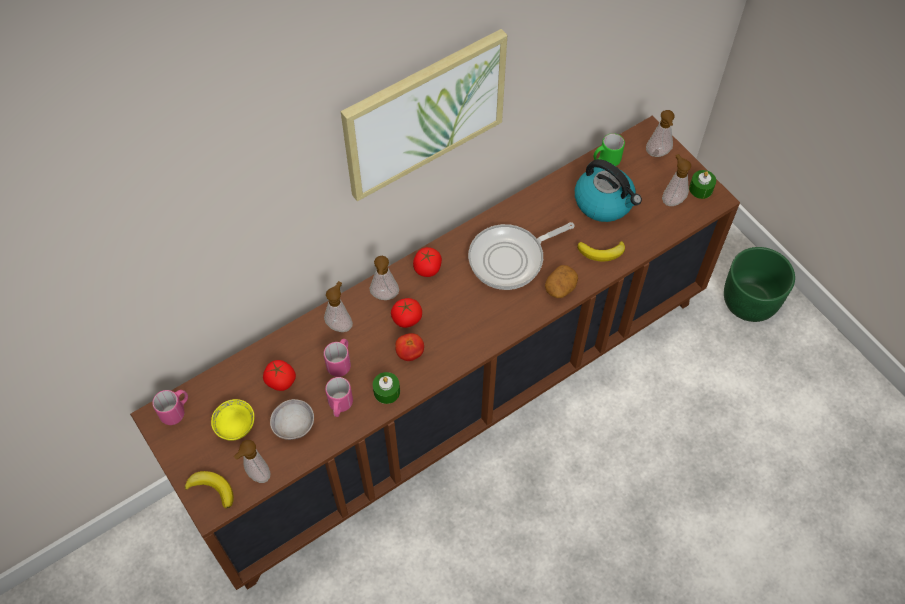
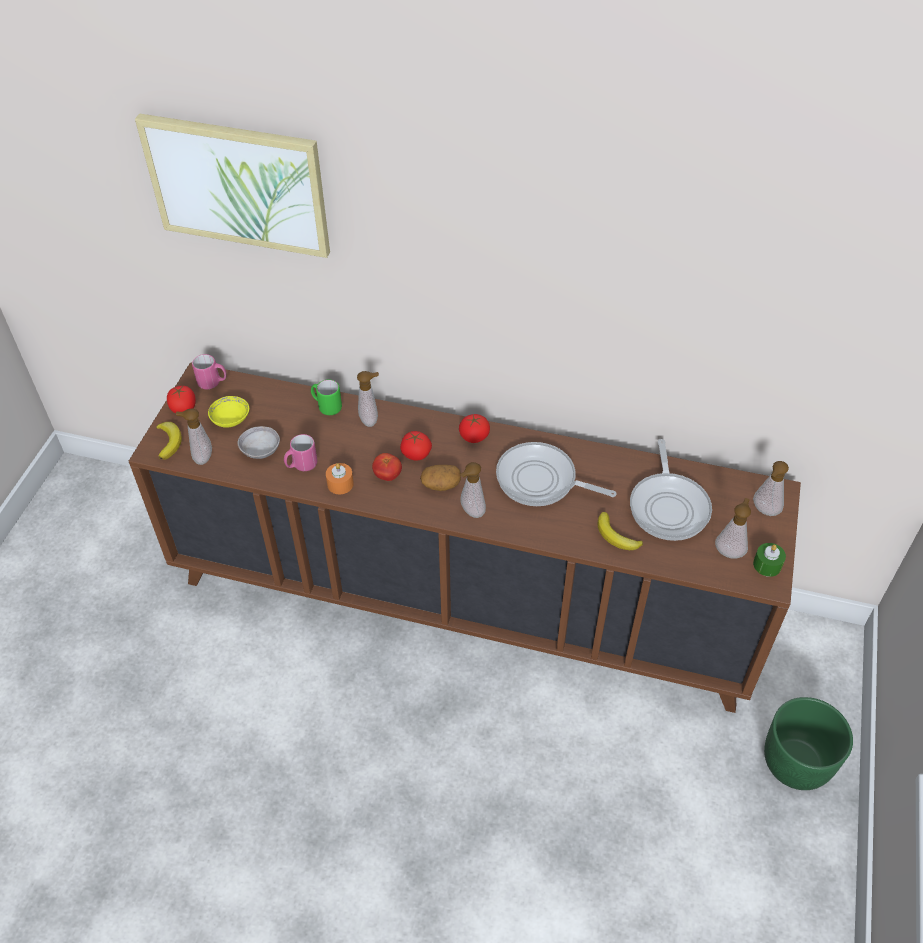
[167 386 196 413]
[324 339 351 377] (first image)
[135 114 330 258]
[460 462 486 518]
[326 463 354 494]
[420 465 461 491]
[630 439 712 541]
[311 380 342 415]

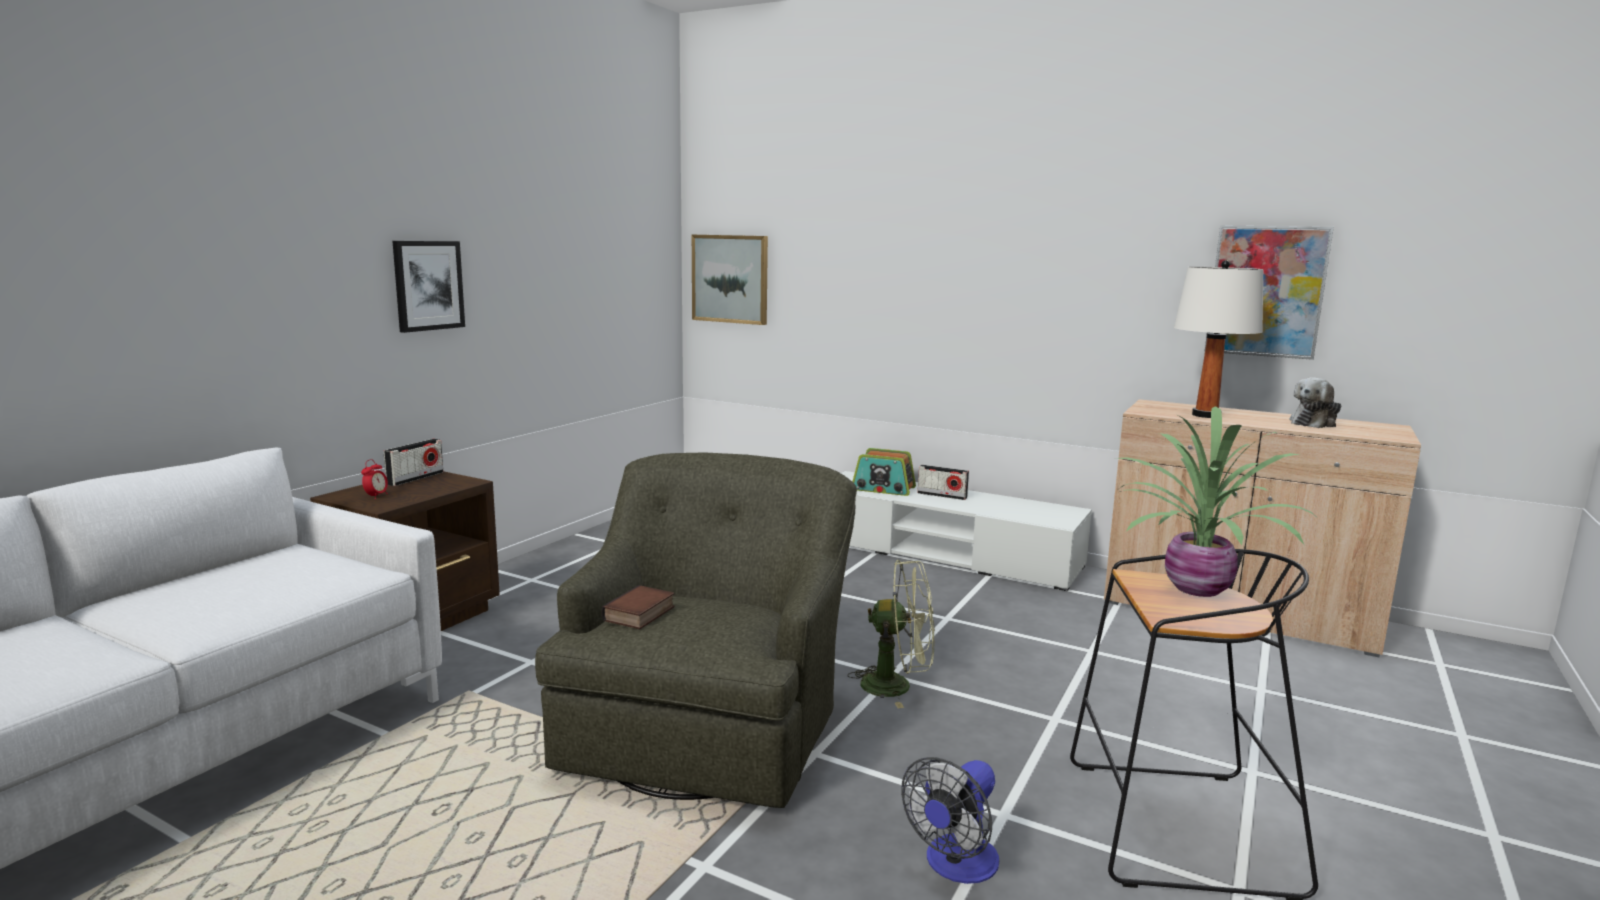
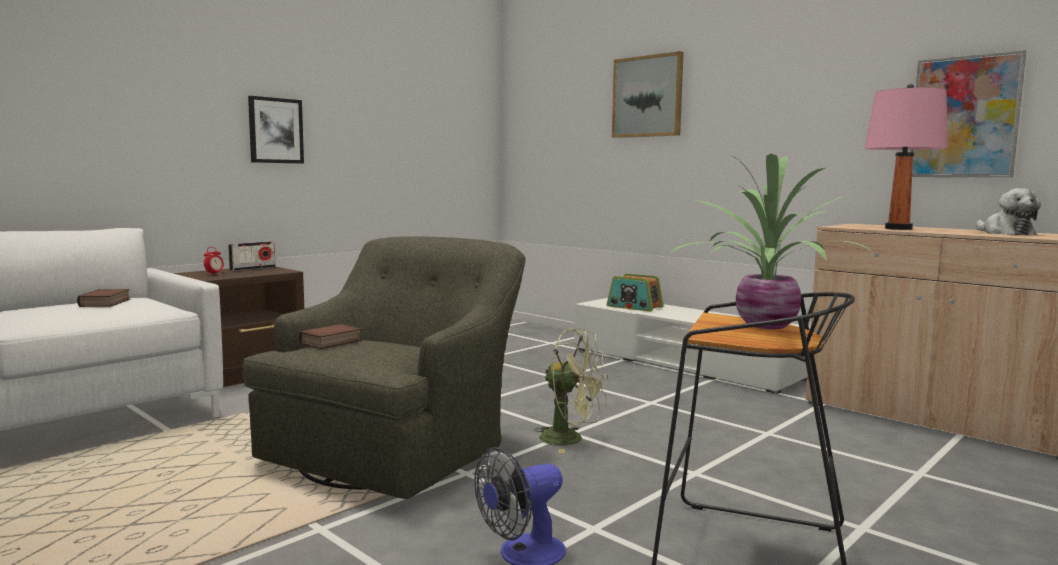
[612 51 684 138]
[917 465 969 500] (first image)
[864 84 948 230]
[976 188 1041 235]
[77 289 130 307]

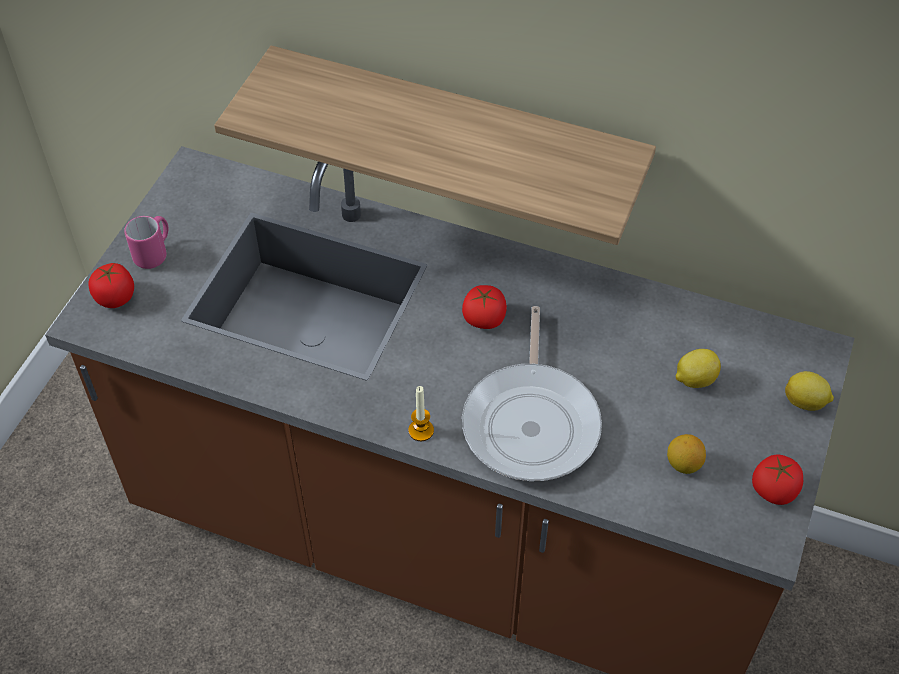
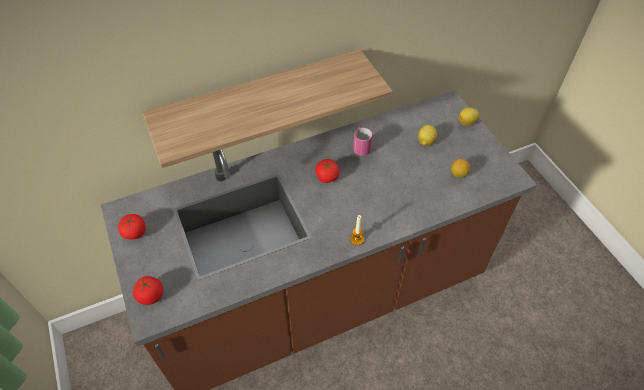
[353 127 373 156]
[462 306 602 481] (first image)
[118 214 146 239]

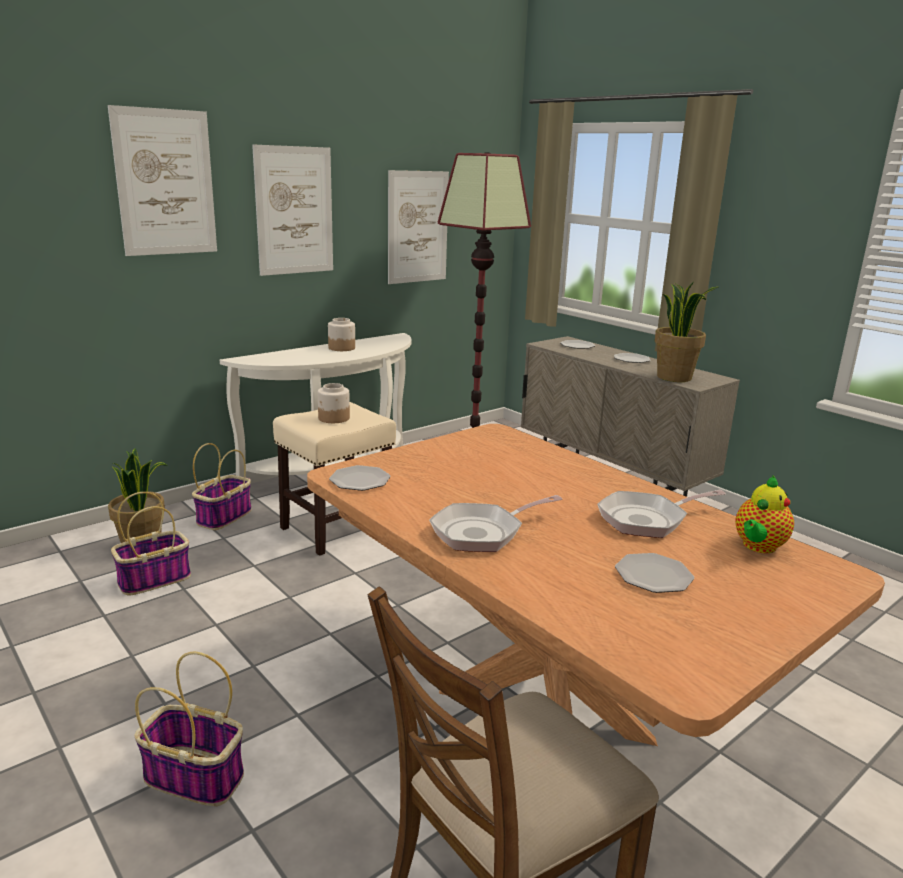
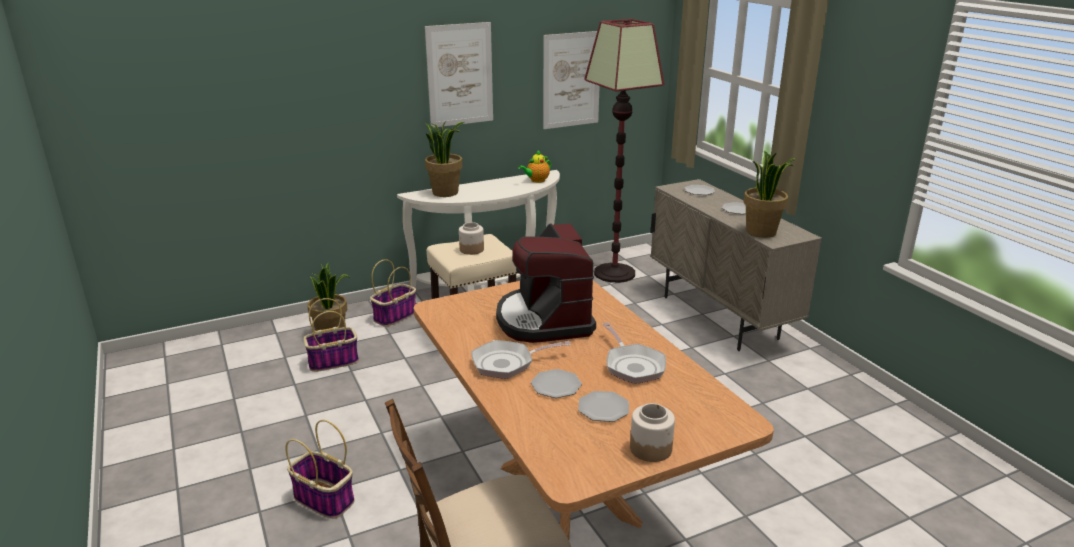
[108 105 217 256] (first image)
[630 403 675 462]
[531 369 582 398]
[602 323 666 384]
[518 149 551 183]
[425 121 465 197]
[496 223 596 343]

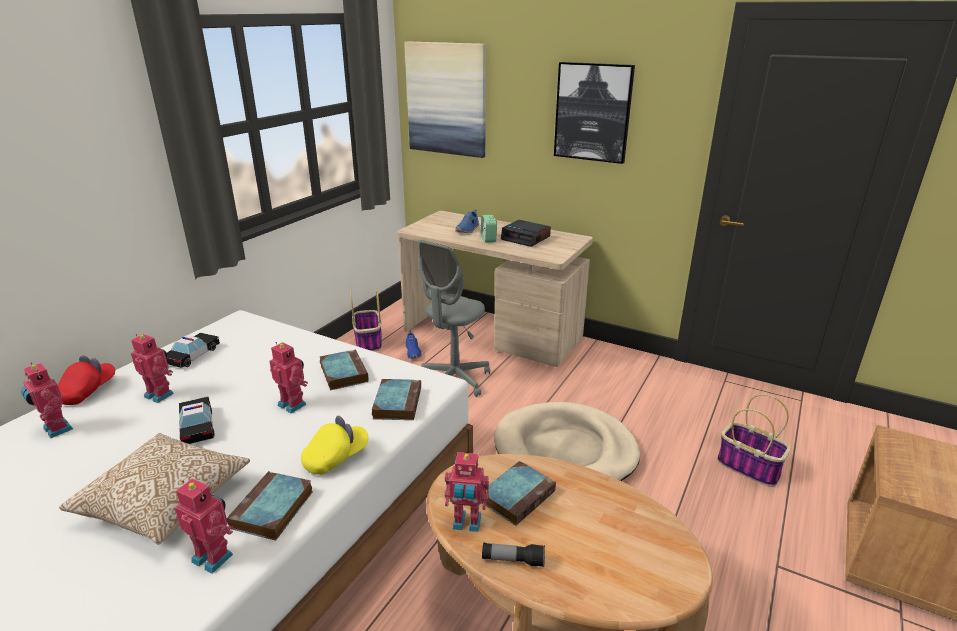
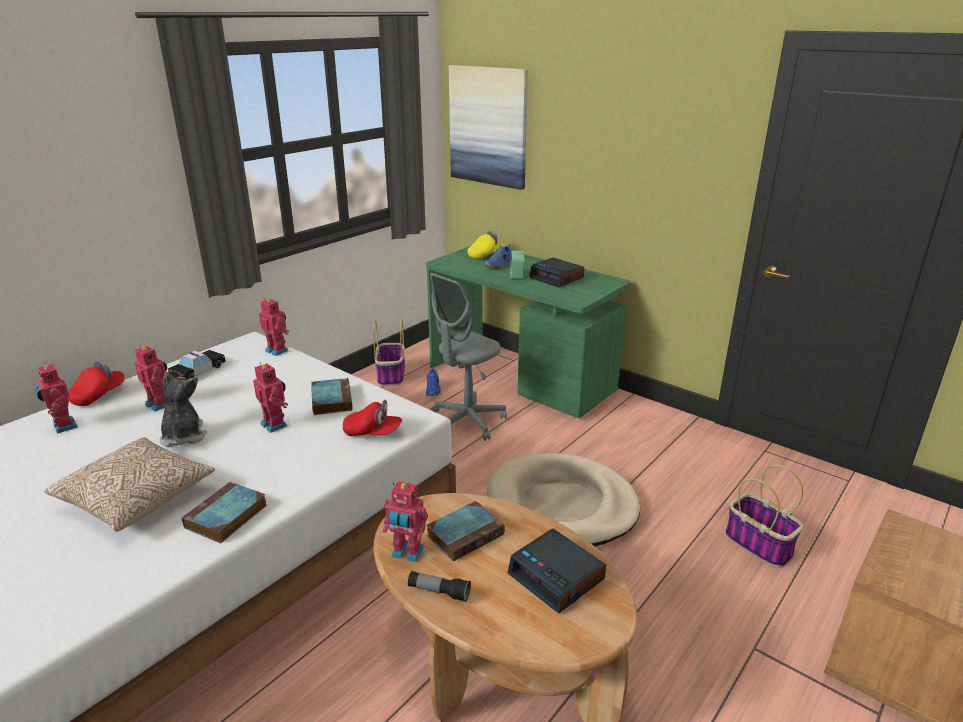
[259 298 289 356]
[160 372 207 447]
[467 231 505 259]
[343 400 402 436]
[426 246 631 418]
[554 62 635 164] (first image)
[507 528 606 614]

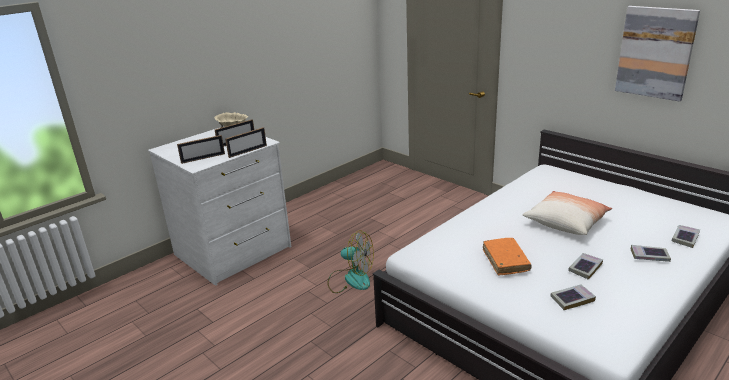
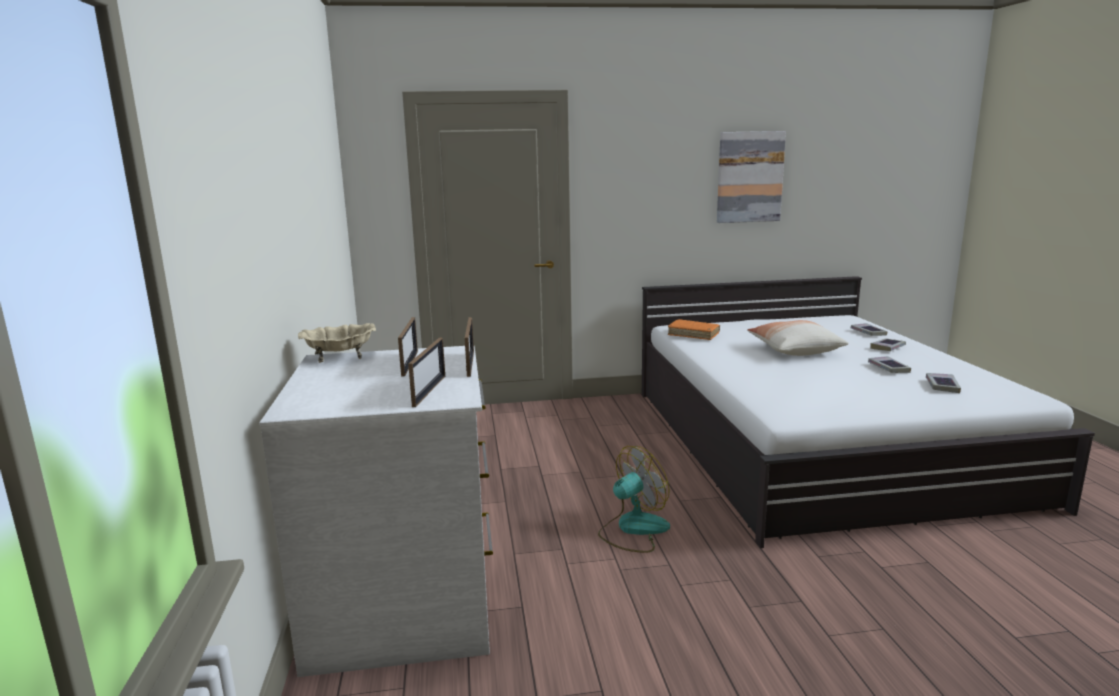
[668 319 720 340]

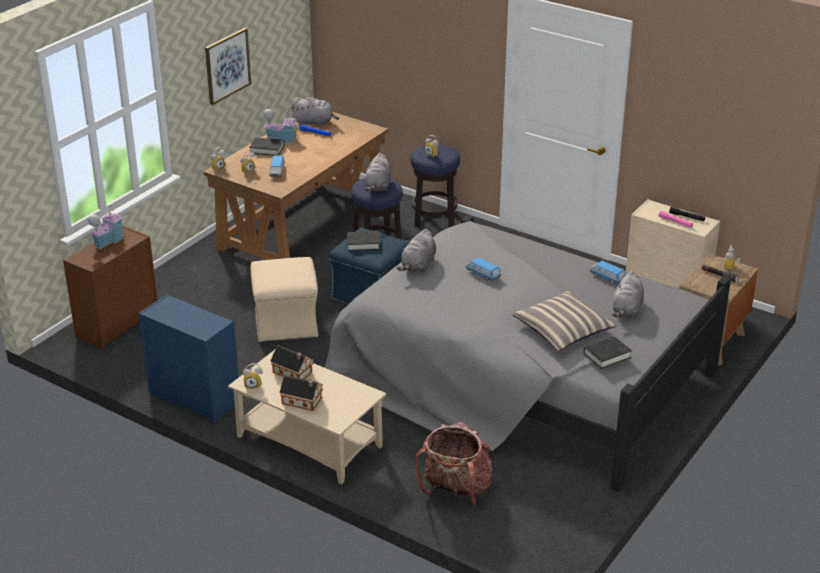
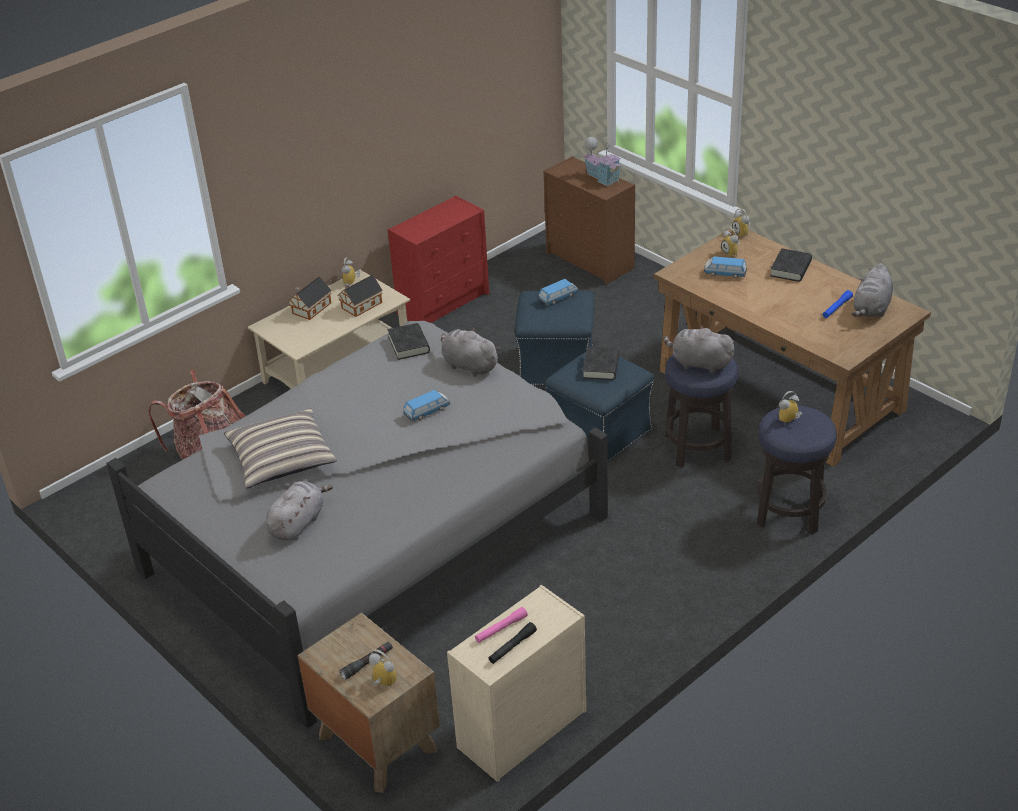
[388 195 489 323]
[205 28 251 105] (first image)
[515 291 594 386]
[263 108 300 144] (first image)
[387 323 430 360]
[538 279 578 305]
[265 481 333 540]

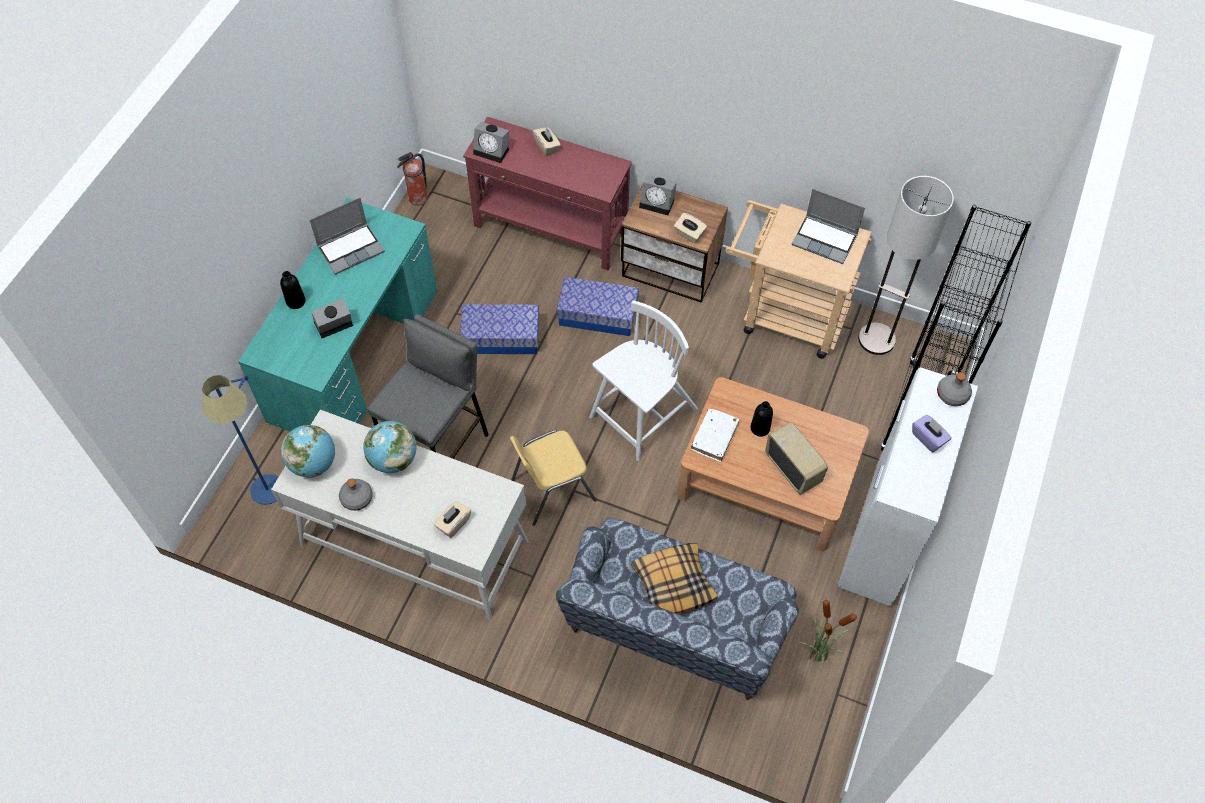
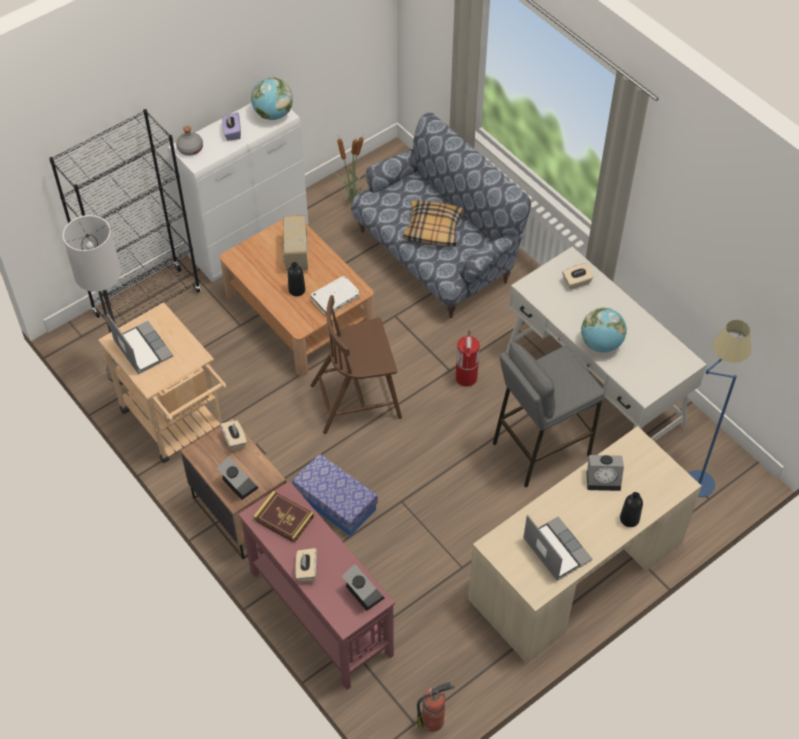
[468 426 702 664]
[251 77 293 120]
[523 514 593 581]
[339 478 373 511] (first image)
[460 304 539 354] (first image)
[456 330 480 387]
[310 295 402 434]
[253 491 314 543]

